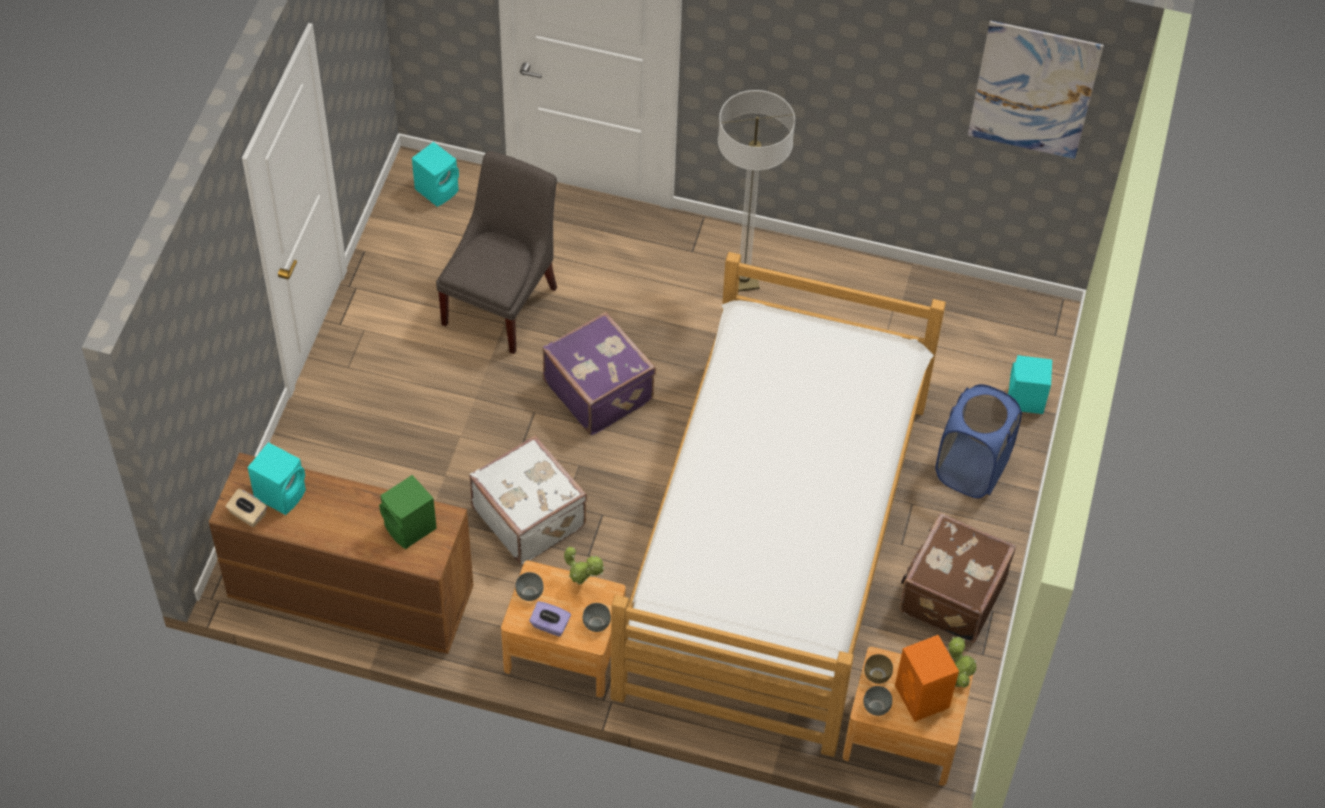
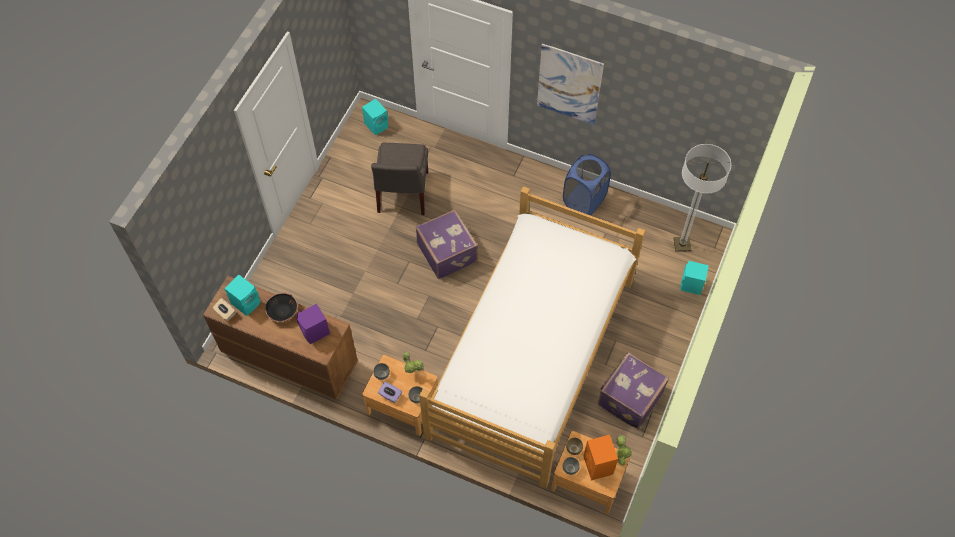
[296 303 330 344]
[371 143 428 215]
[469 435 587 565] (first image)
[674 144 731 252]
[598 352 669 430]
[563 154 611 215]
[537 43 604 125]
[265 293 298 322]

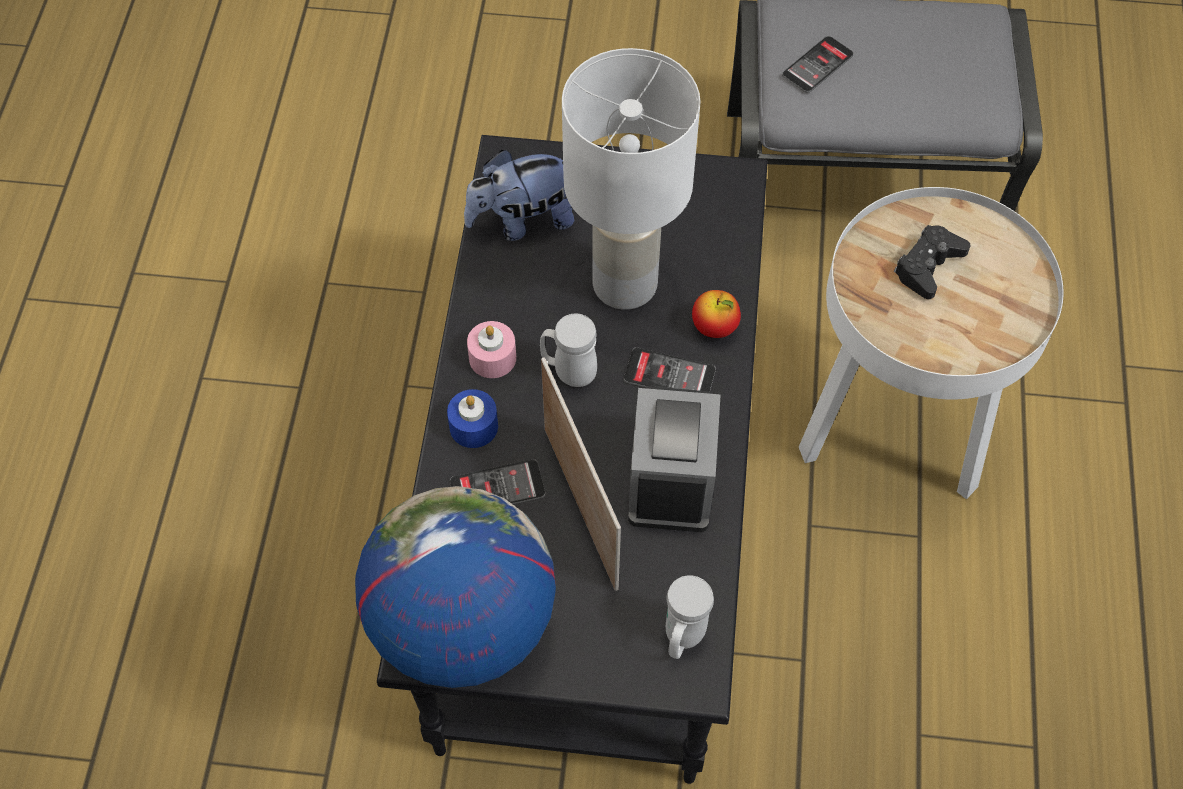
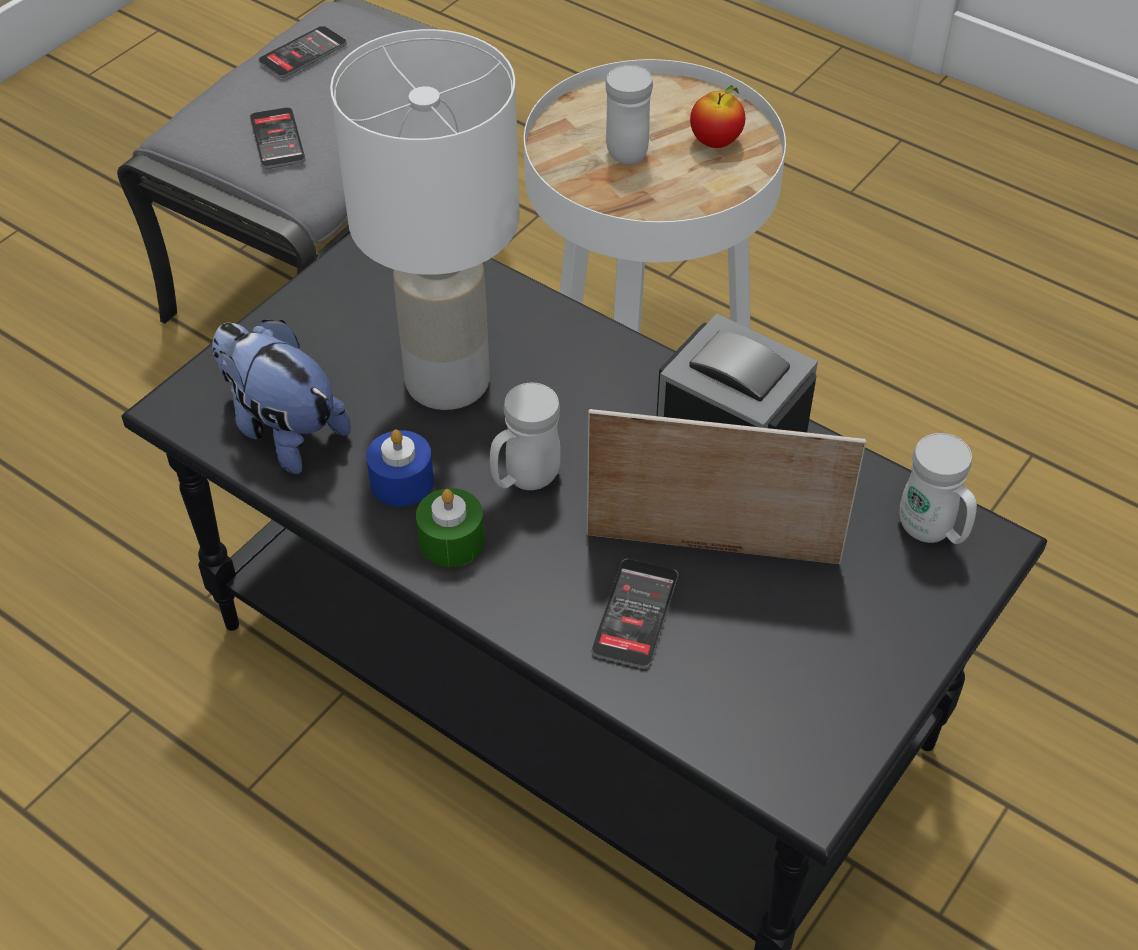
[355 486 556 688] (first image)
[366 429 434 507]
[212 320 351 474]
[416 488 484 567]
[259 26 347 78]
[690 85 745 148]
[605 65 653 165]

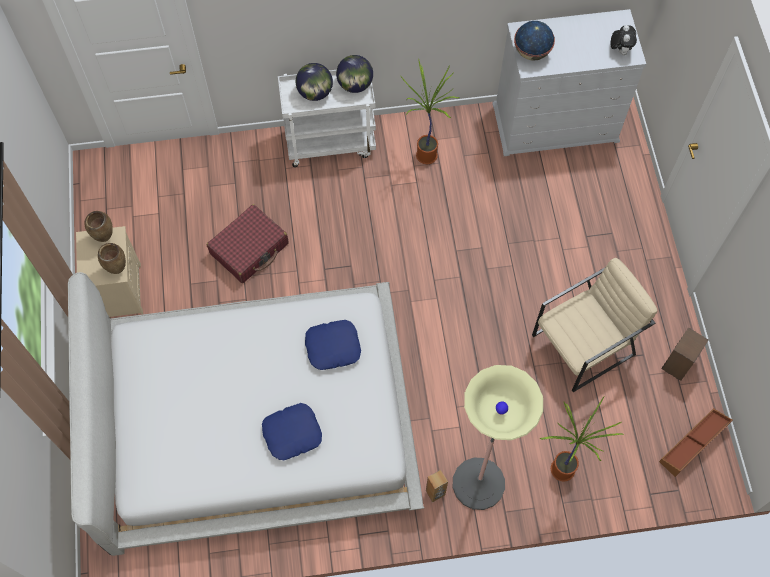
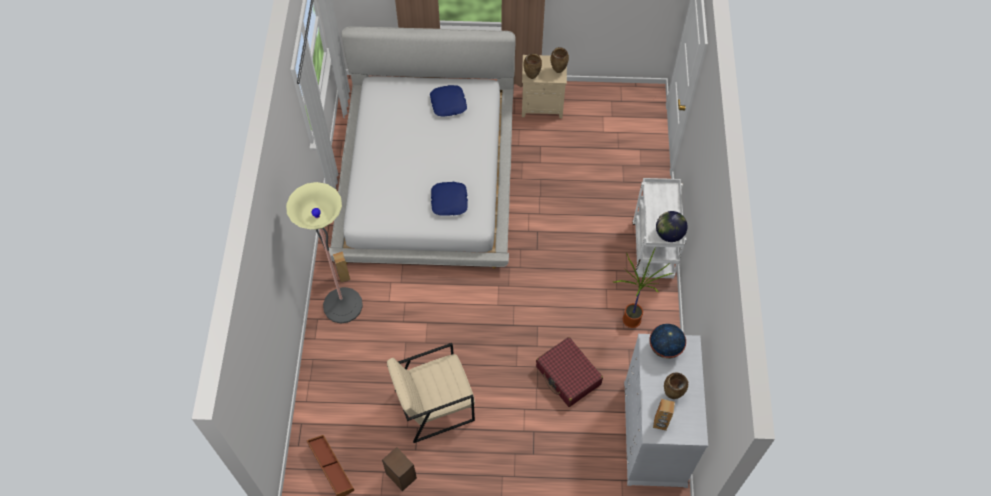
[536 337 603 407]
[430 85 467 117]
[296 63 333 101] (first image)
[387 343 475 443]
[539 397 624 482] (first image)
[653 399 675 431]
[664 372 688 399]

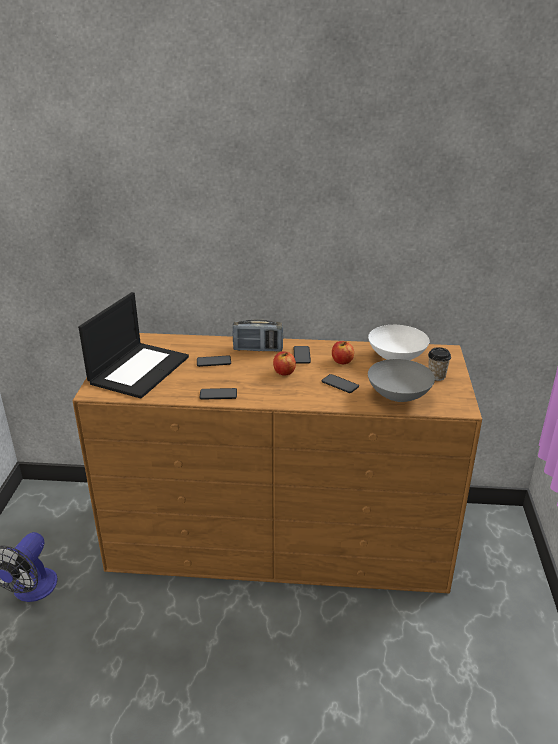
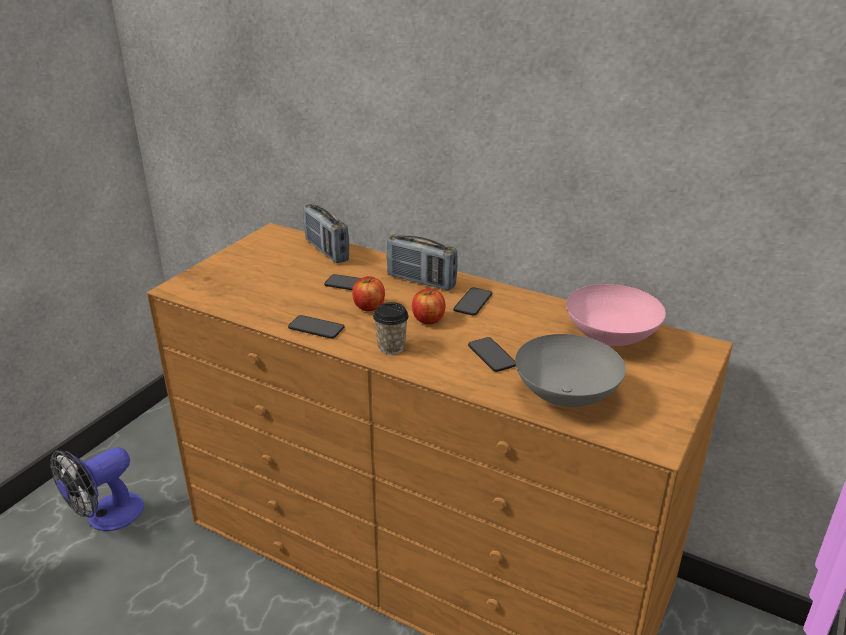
[78 292 189 399] (first image)
[352 276 385 311]
[566 284 666 346]
[373 302 409 355]
[303 204 349 263]

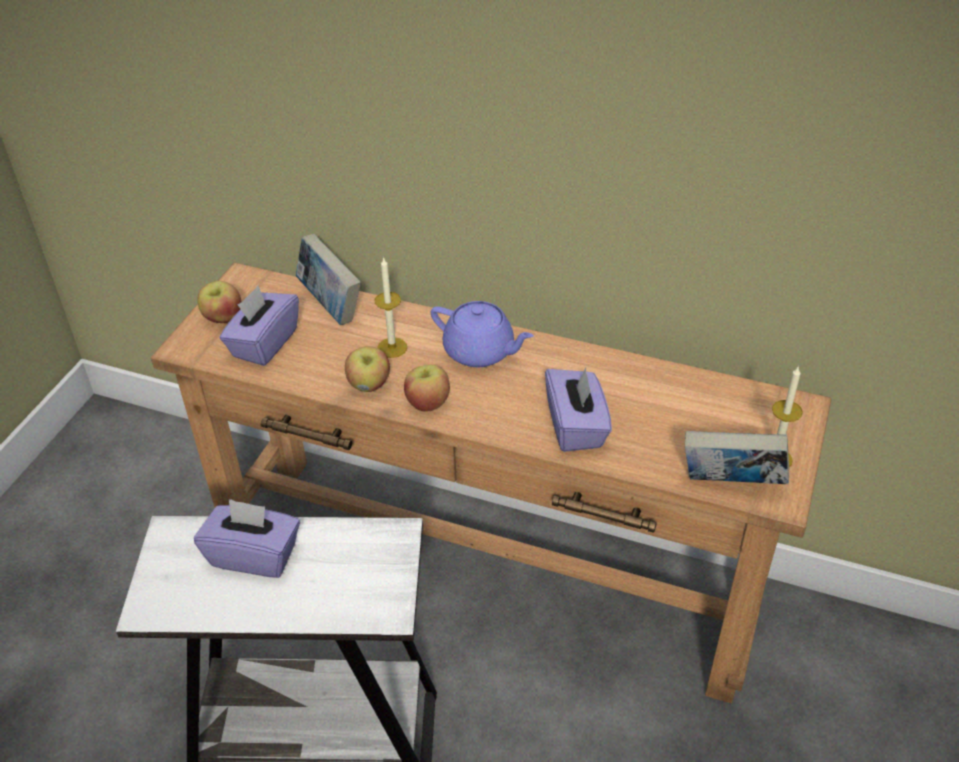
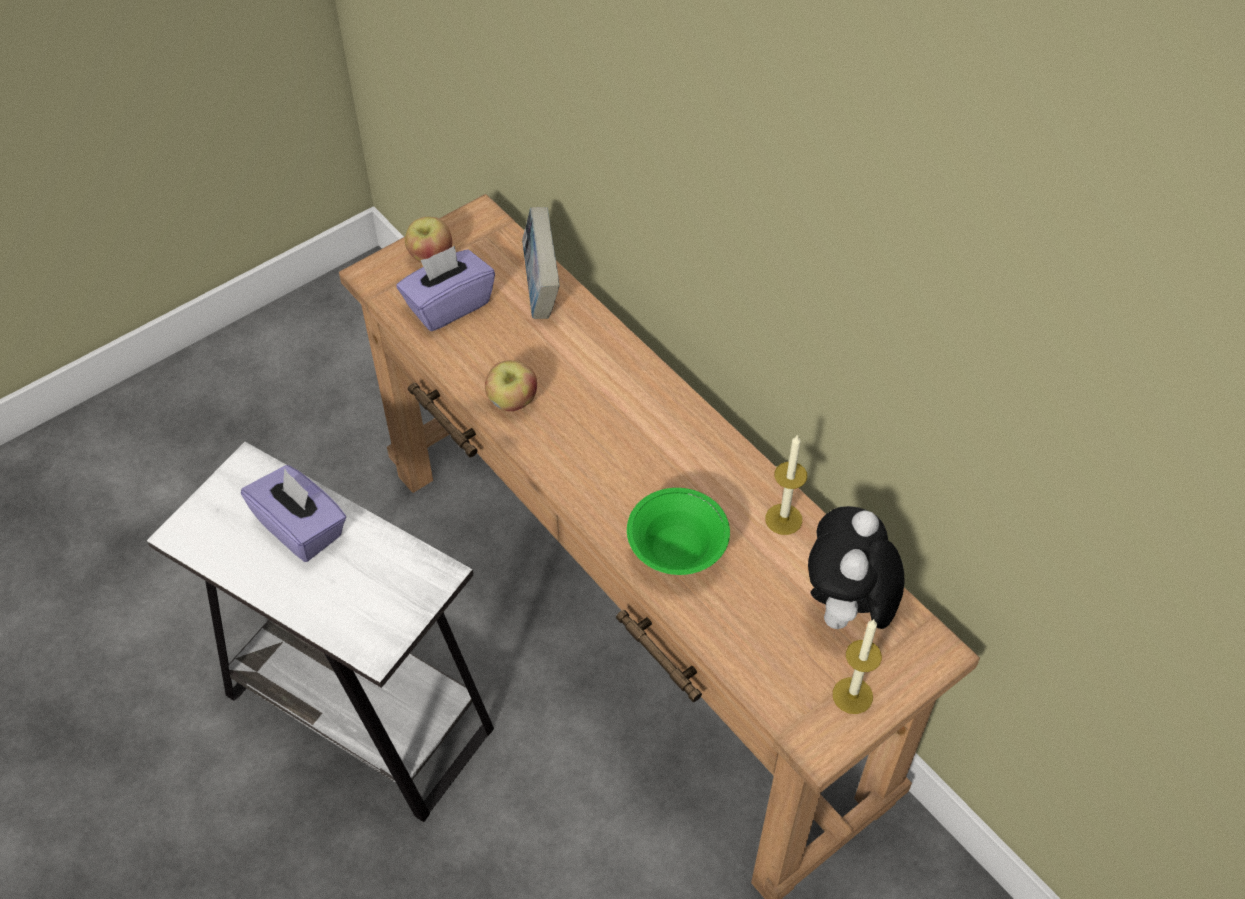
[765 434 807 535]
[404 364 450 412] (first image)
[431 301 534 367] (first image)
[627 488 730 575]
[685 431 789 484] (first image)
[808 506 904 637]

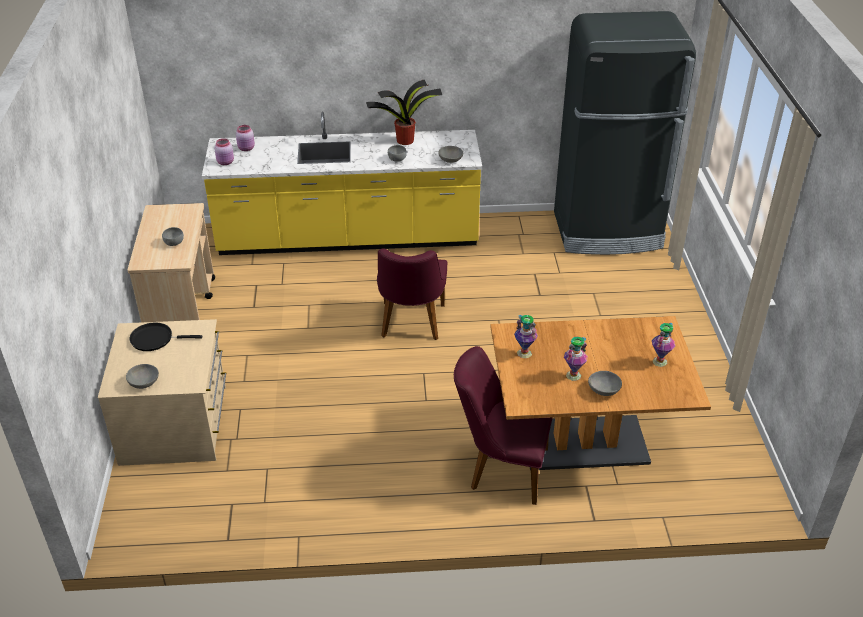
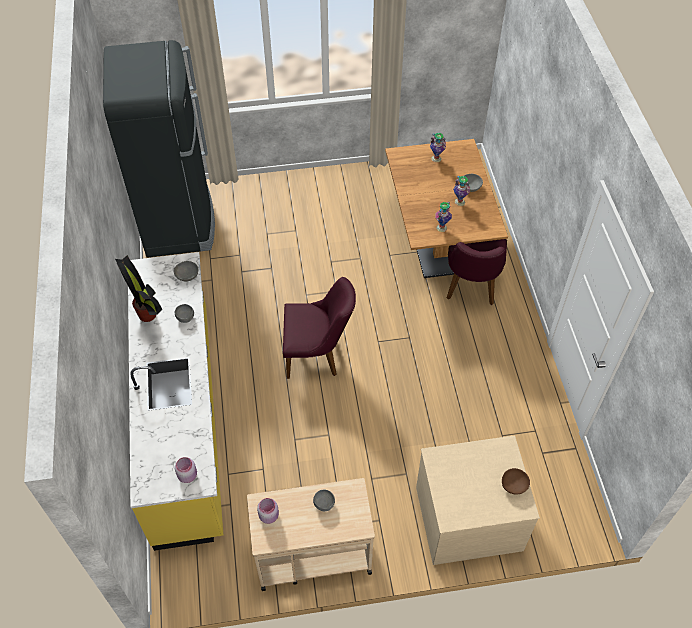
[502 468 530 494]
[130 322 202 351] (first image)
[257 498 279 524]

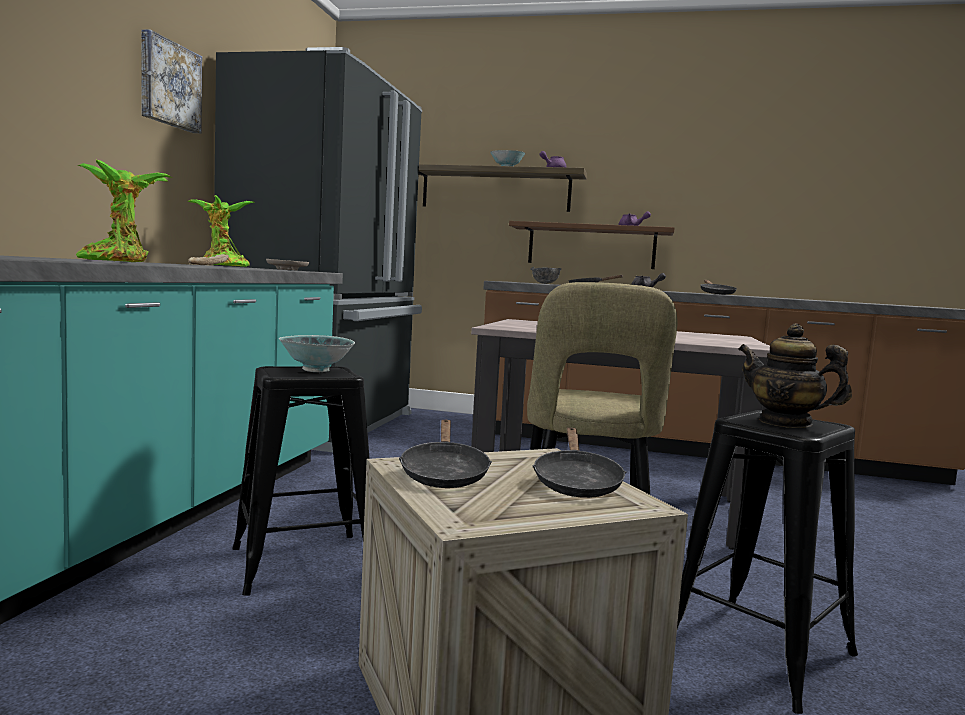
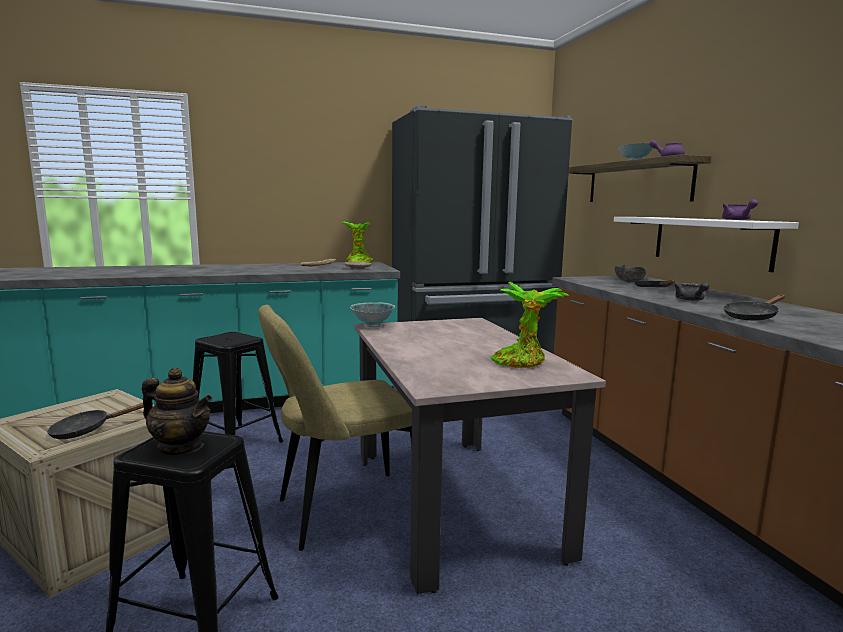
[491 282 569 368]
[142 29 202 133] (first image)
[350 302 395 327]
[399 420 492 488] (first image)
[614 217 799 272]
[142 368 213 455]

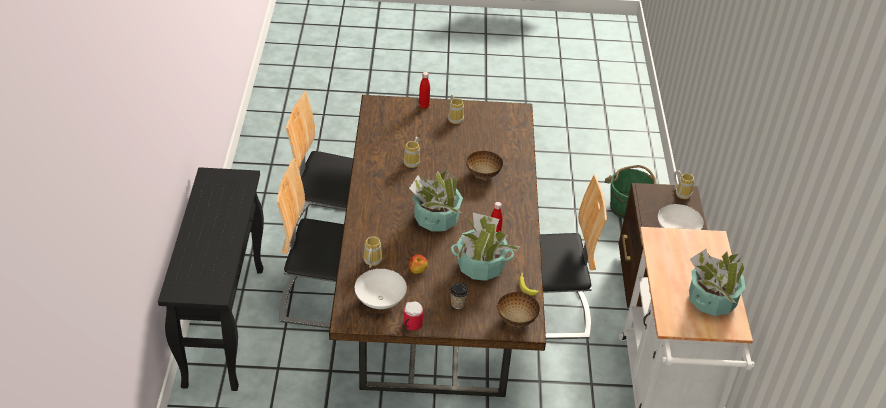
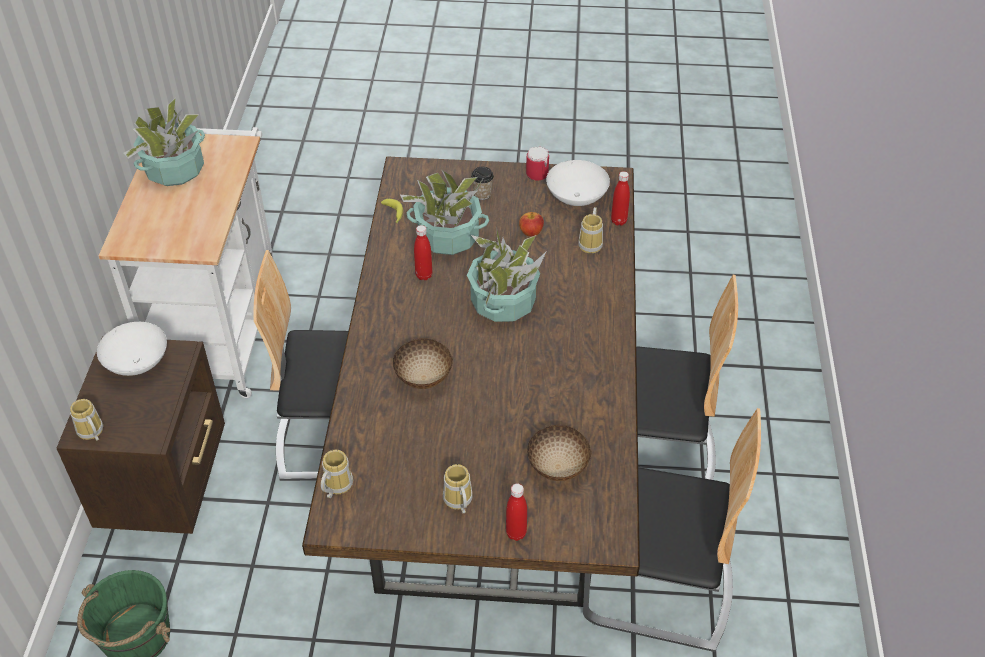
[158 167 264 391] (first image)
[321 450 353 498]
[527 425 592 481]
[611 171 630 226]

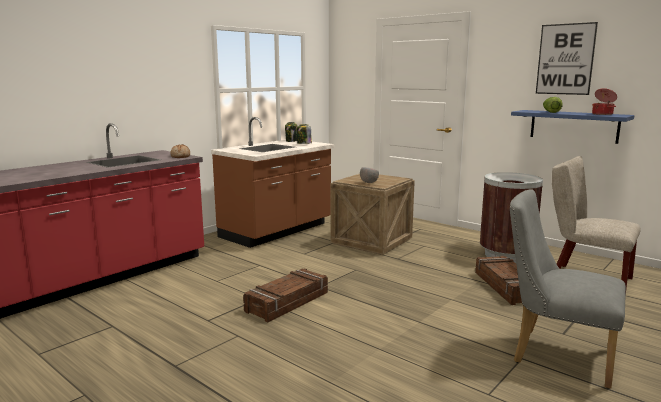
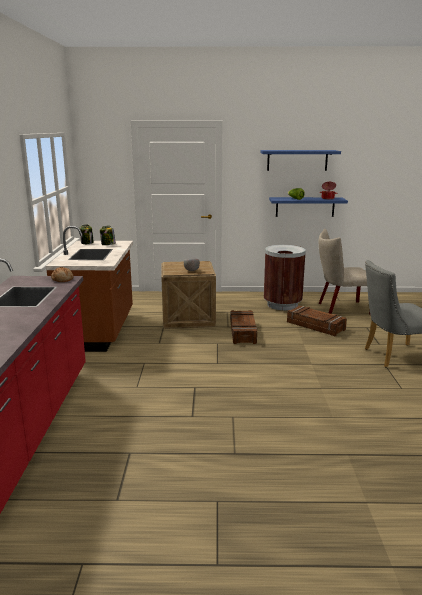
[230 310 257 344]
[260 150 341 171]

